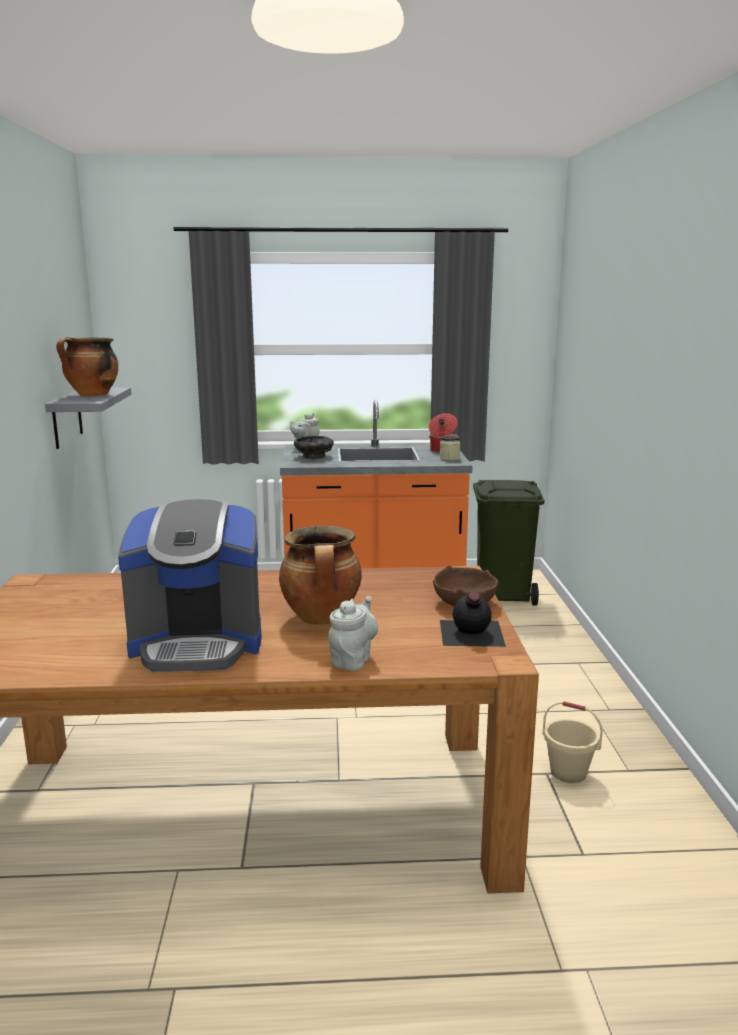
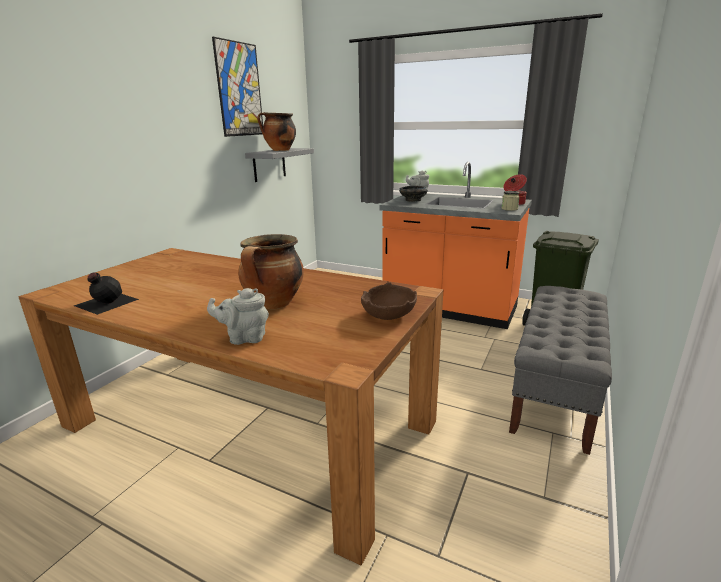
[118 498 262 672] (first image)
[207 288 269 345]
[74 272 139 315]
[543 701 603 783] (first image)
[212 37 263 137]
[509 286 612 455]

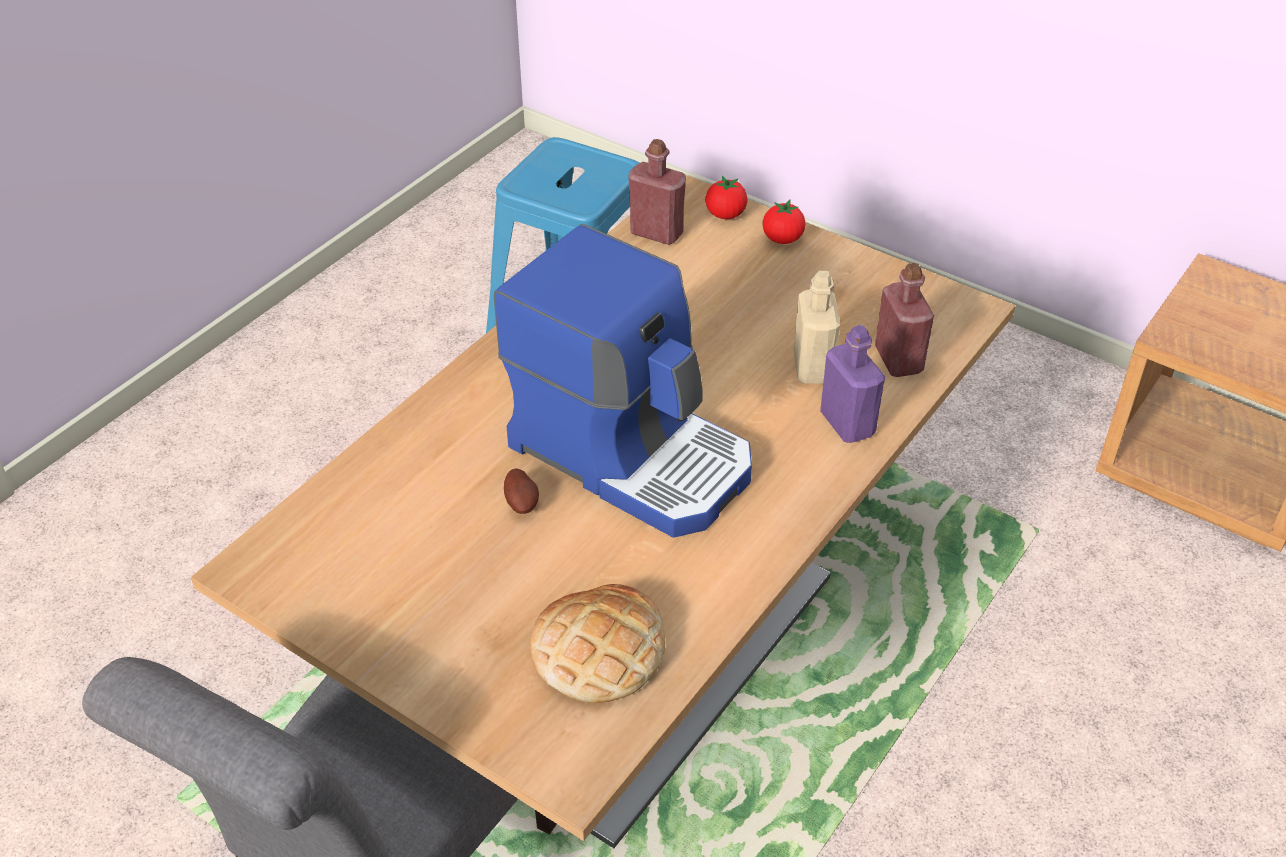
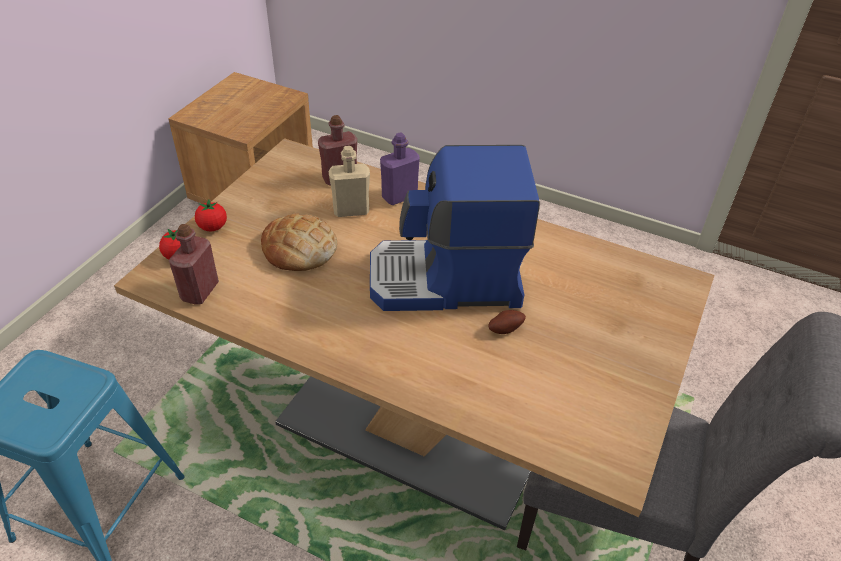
[370 145 540 311]
[261 213 337 271]

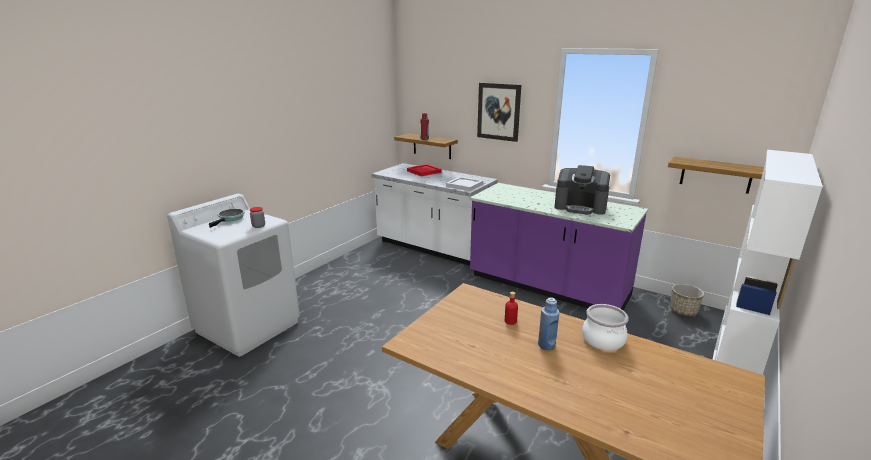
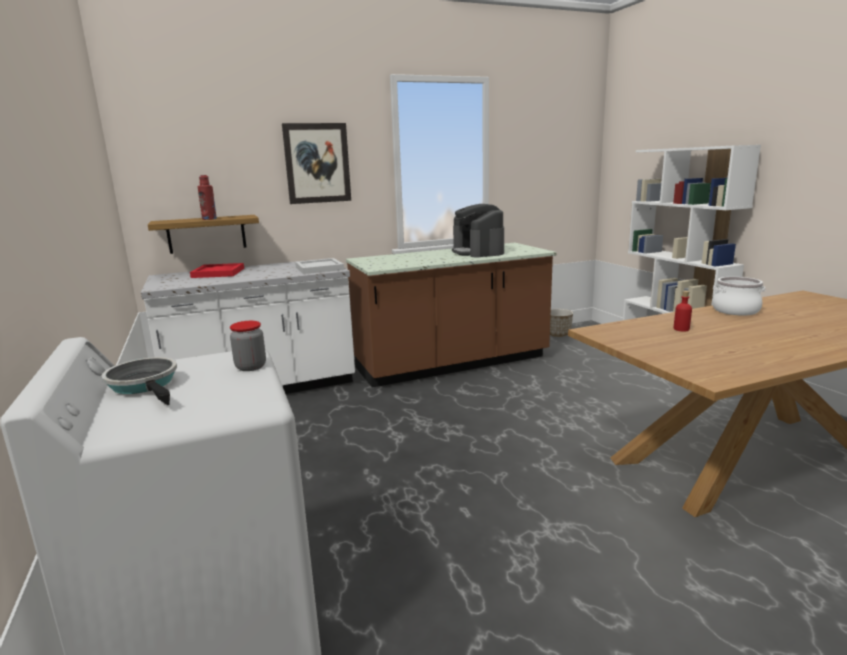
[346 243 557 388]
[538 297 559 350] (first image)
[452 204 504 257]
[668 157 764 194] (first image)

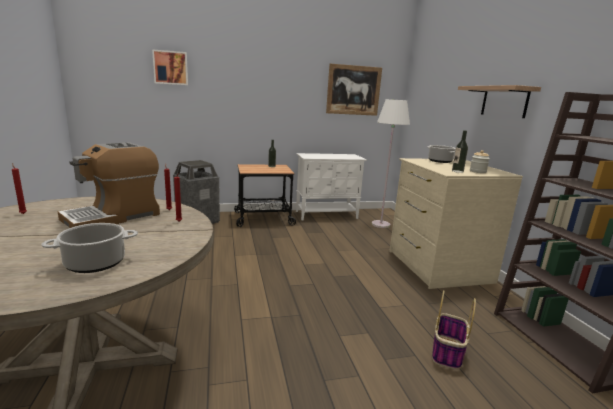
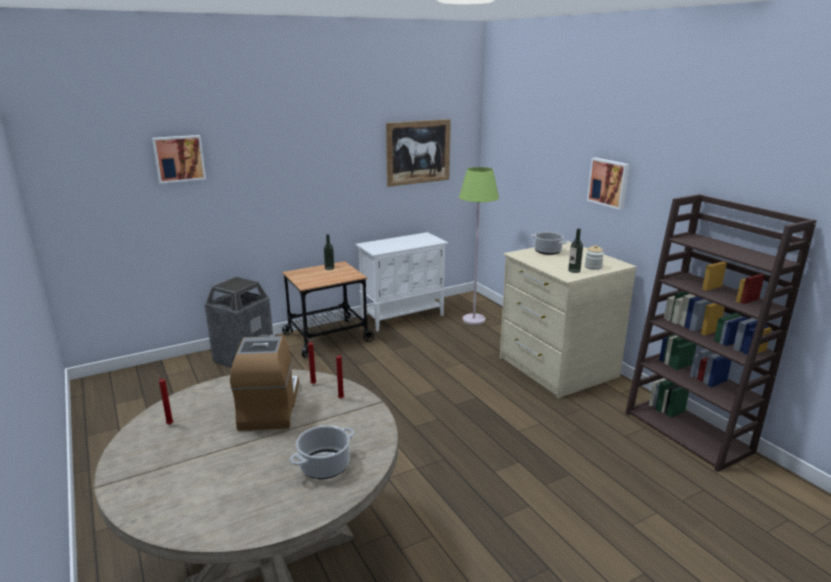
[230 334 299 431]
[459 167 499 325]
[432 290 476 369] (first image)
[587 157 630 210]

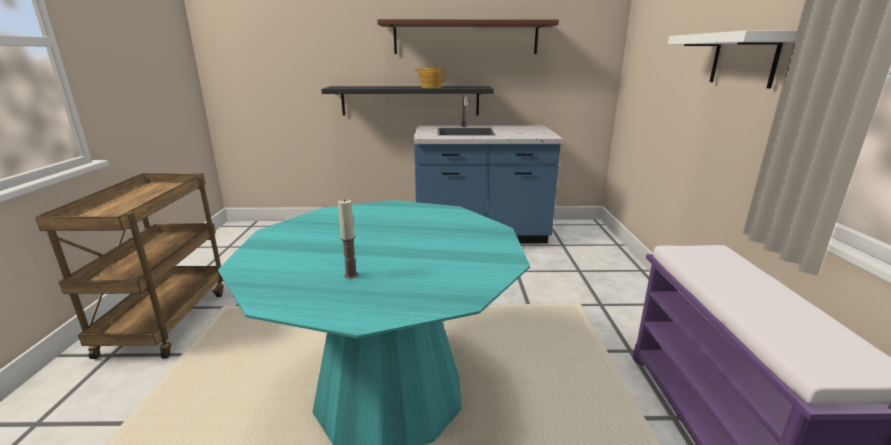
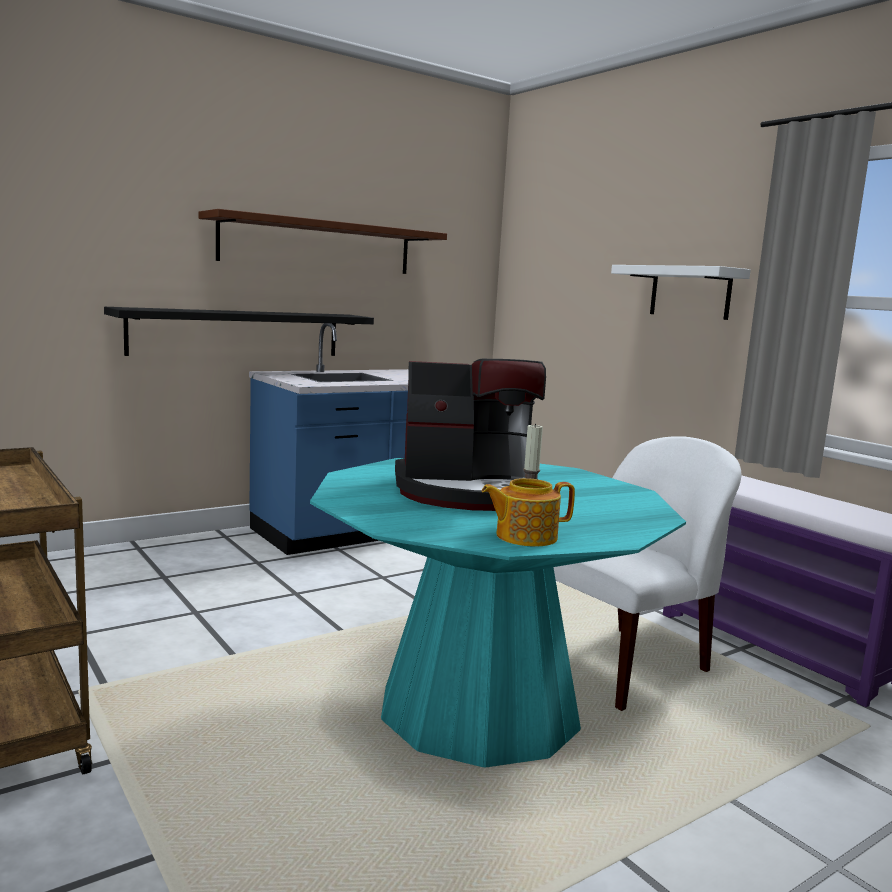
[482 478 575 547]
[395 359 546 511]
[554 436 741 711]

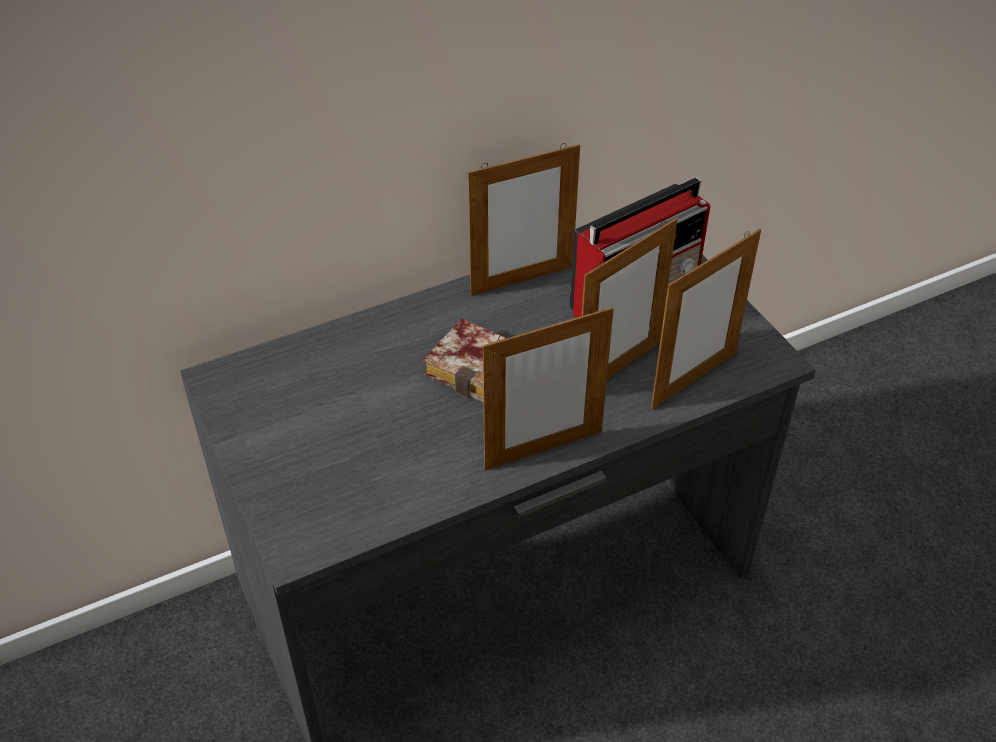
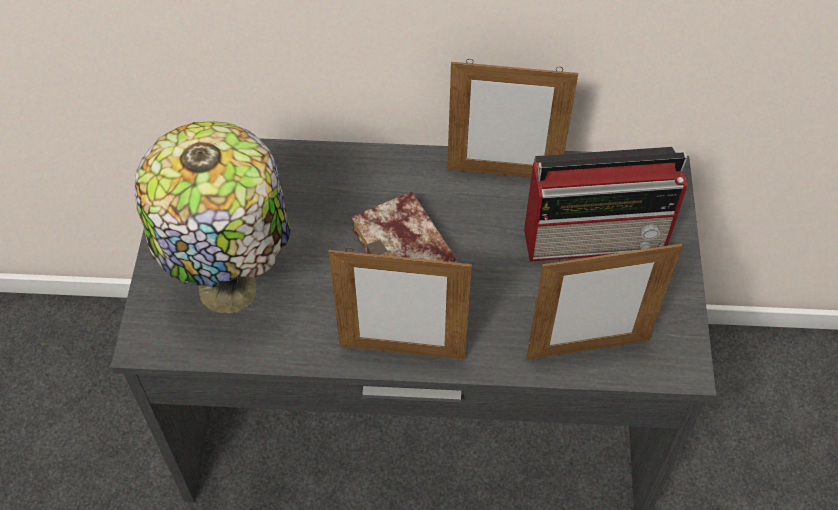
[581 218 678 379] (first image)
[134 121 290 314]

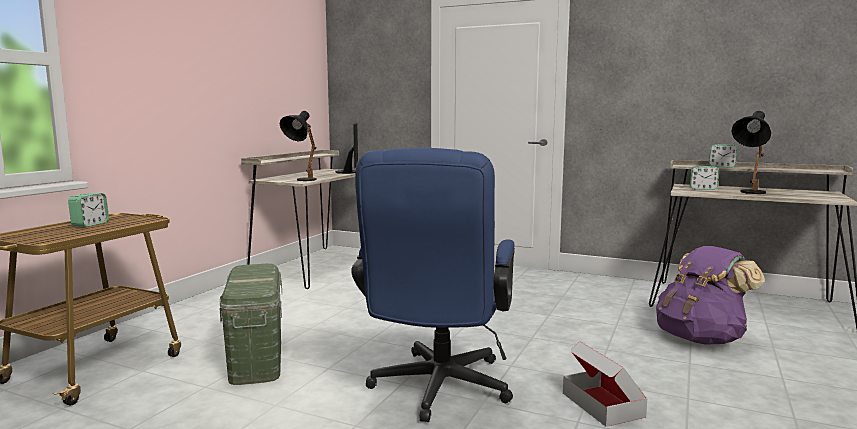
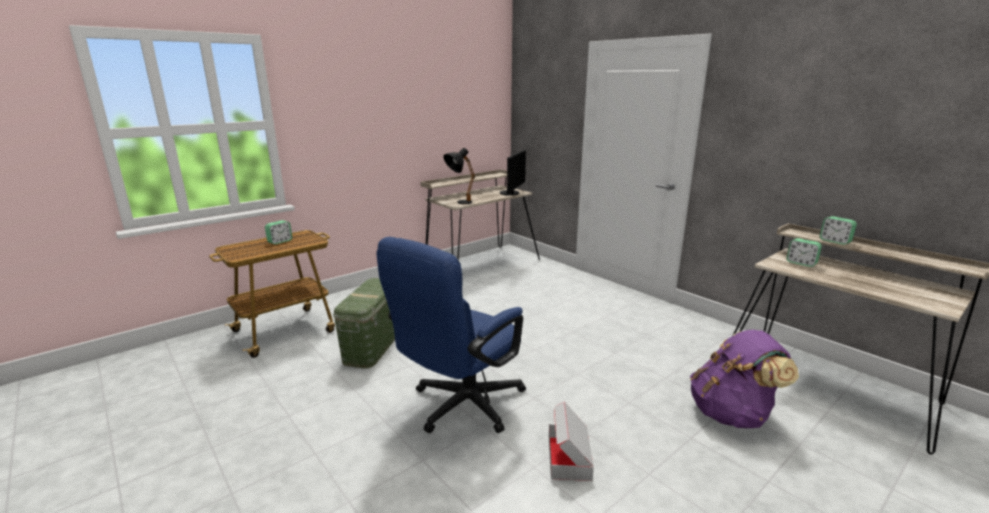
[731 111 771 194] (first image)

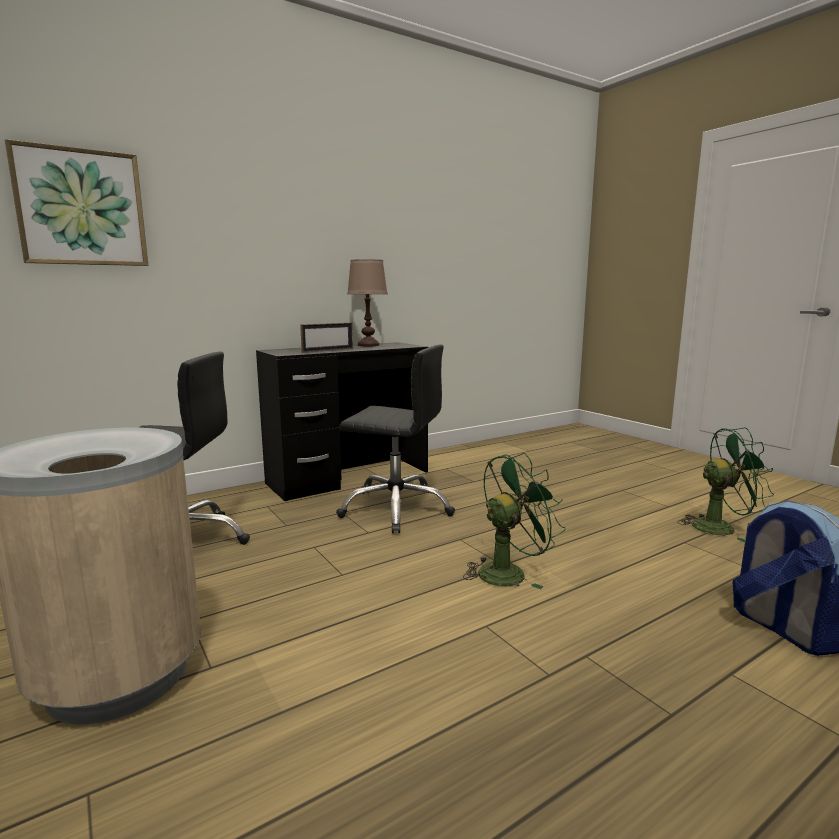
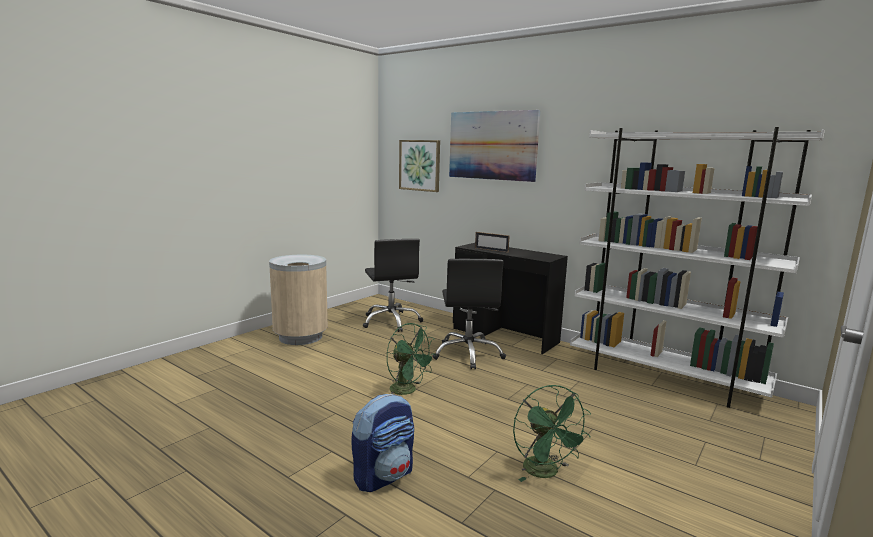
[347 259 388 346] (first image)
[449 110 540 182]
[570 127 824 408]

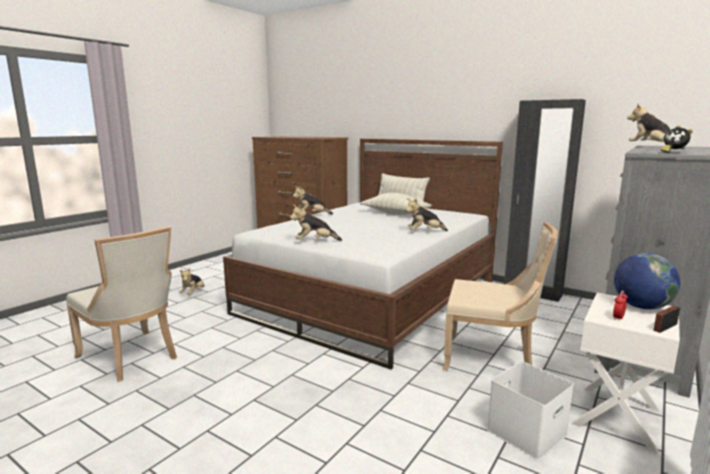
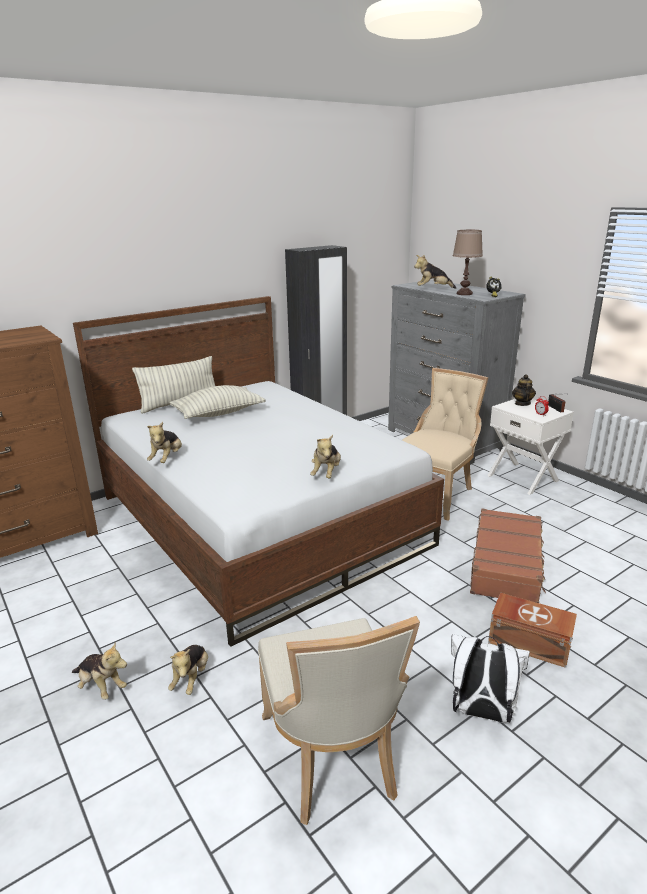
[258 616 420 825]
[168 645 208 695]
[487 361 574 460] (first image)
[512 374 536 406]
[451 634 530 722]
[453 230 483 295]
[470 508 546 603]
[488 593 577 668]

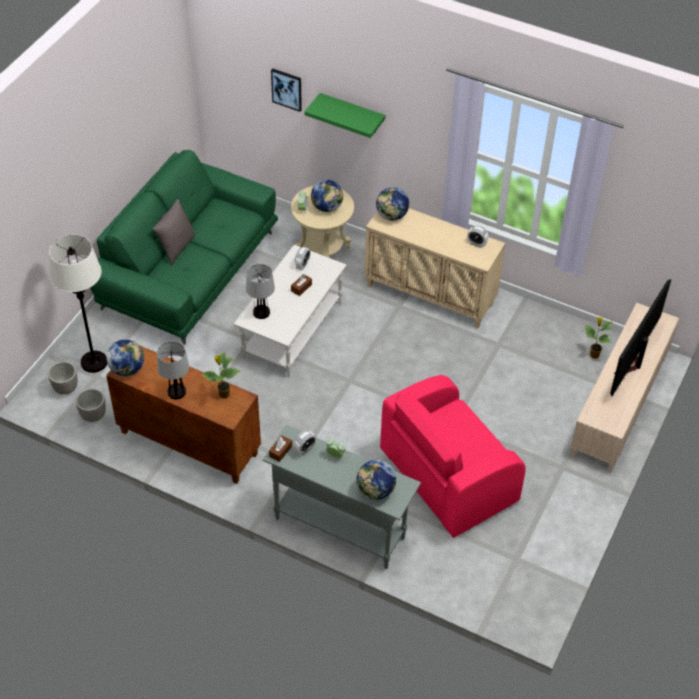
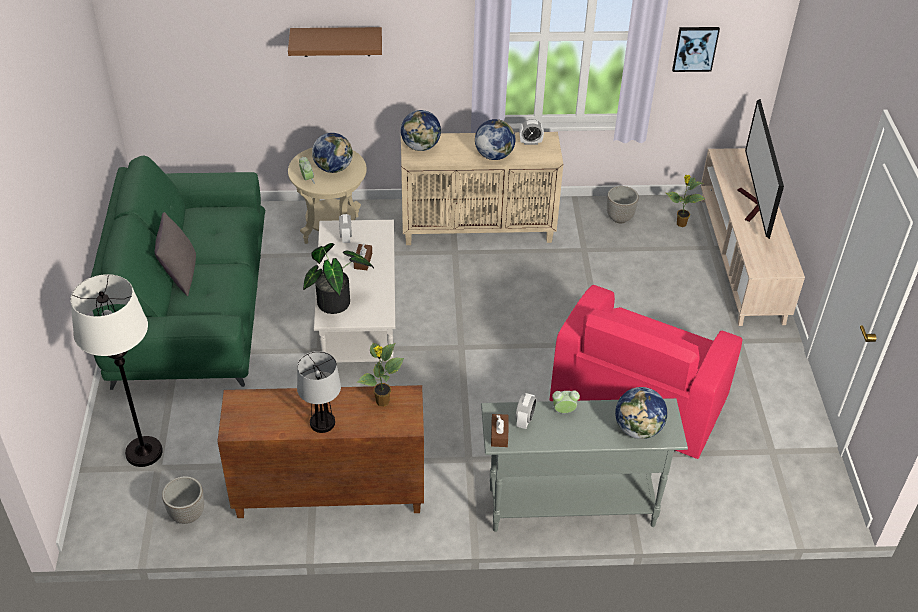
[607 186 639 223]
[475 119 515 160]
[303 243 374 314]
[672 27 720 72]
[288 27 382 57]

